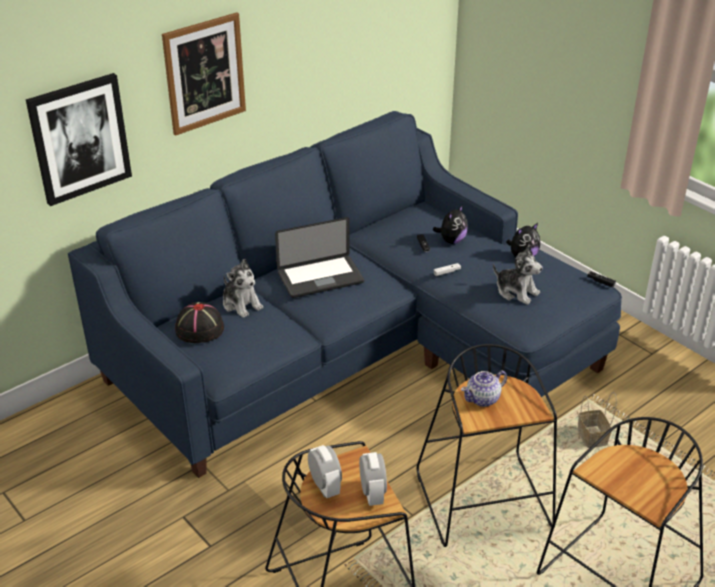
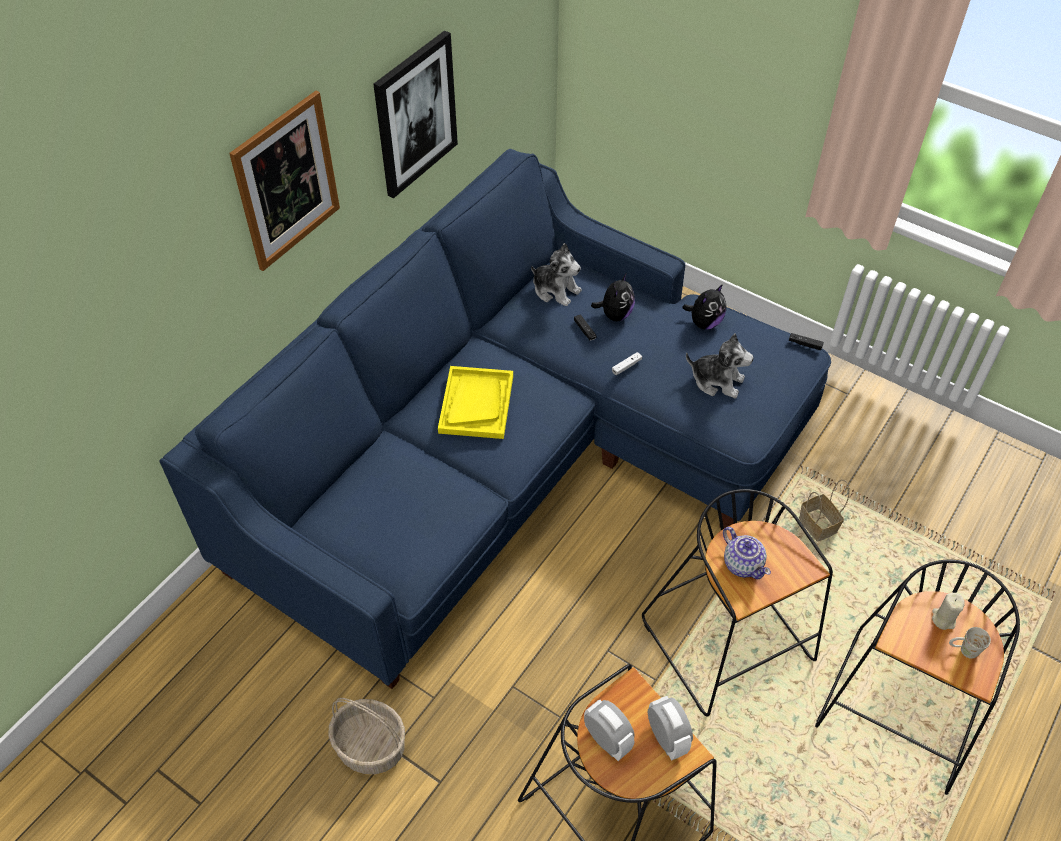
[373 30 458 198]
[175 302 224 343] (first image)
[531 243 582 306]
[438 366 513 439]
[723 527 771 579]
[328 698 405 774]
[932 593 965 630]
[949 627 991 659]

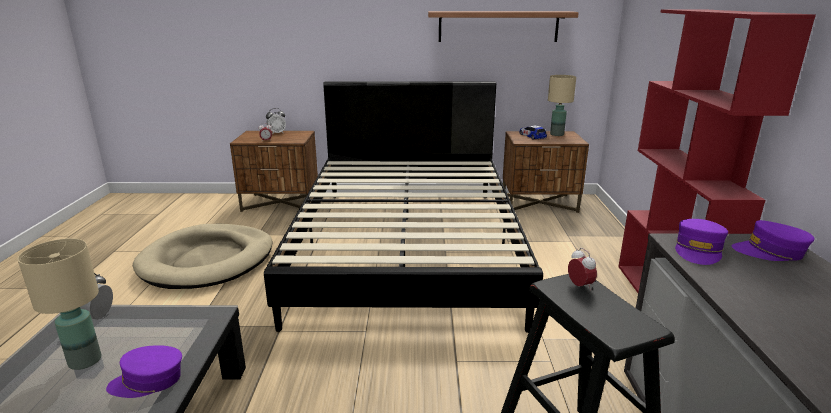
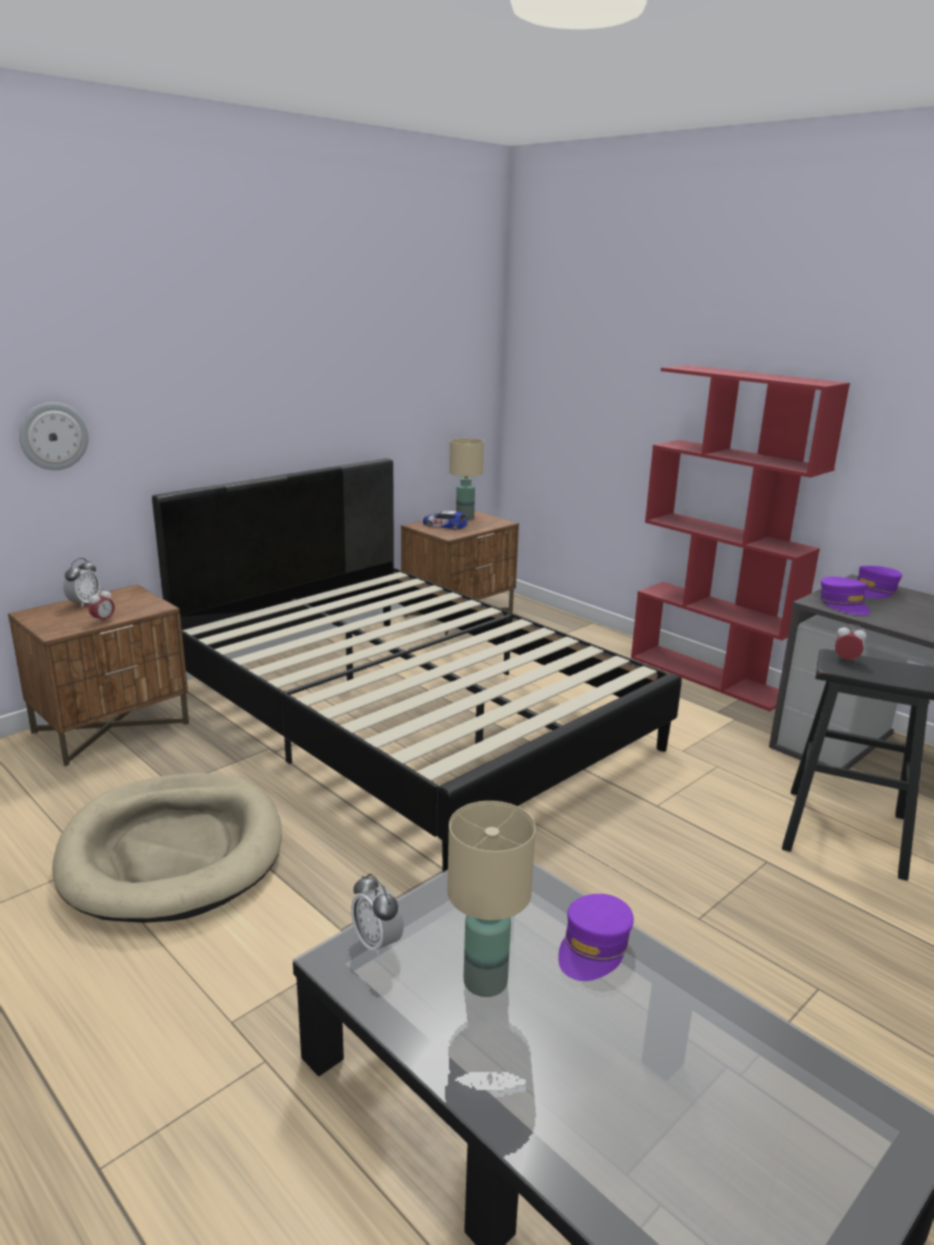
[428 11 579 42] (first image)
[19 402 89 470]

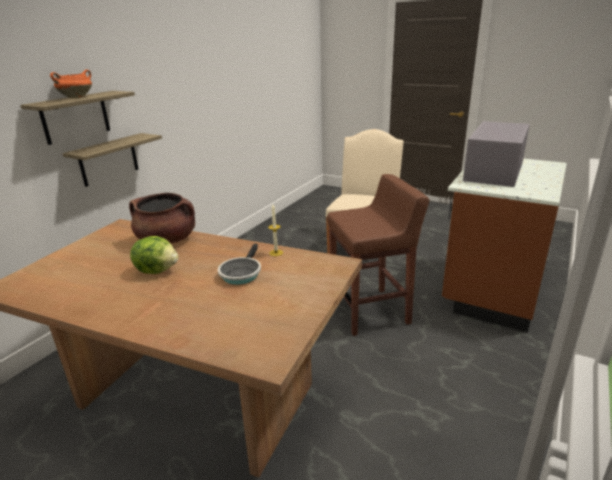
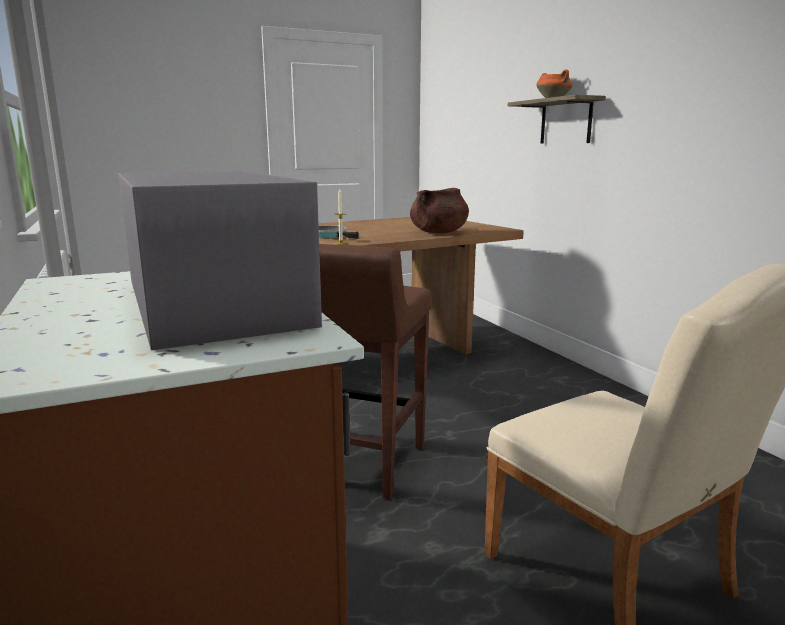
[62 133 162 187] (first image)
[130 236 178 274] (first image)

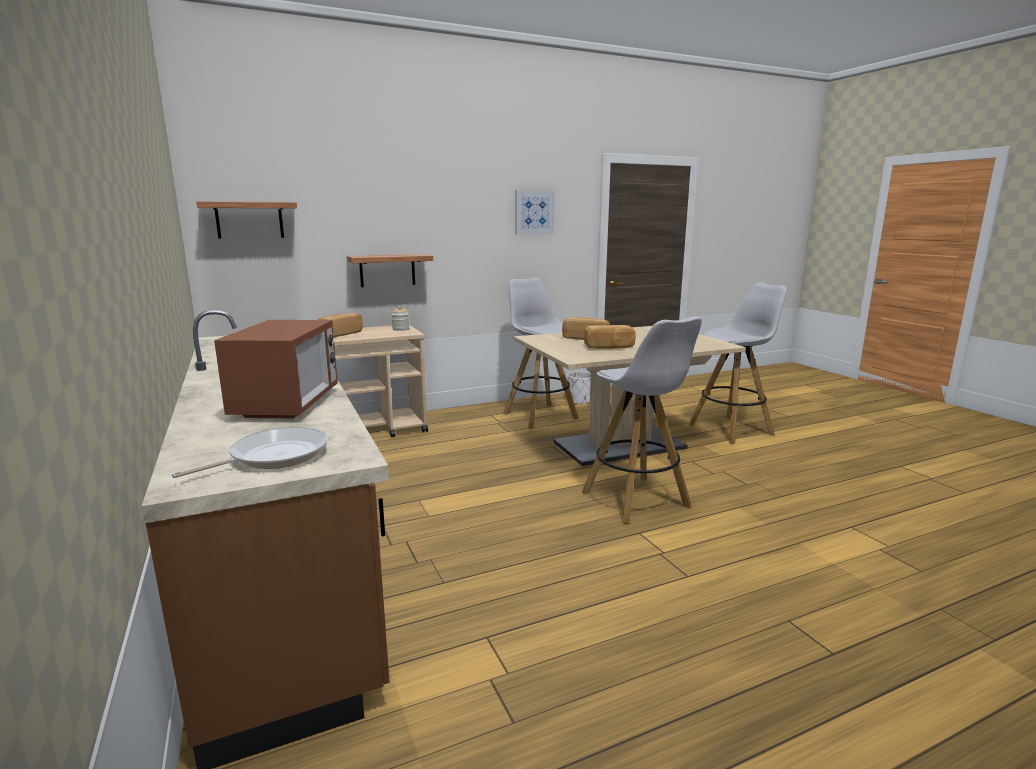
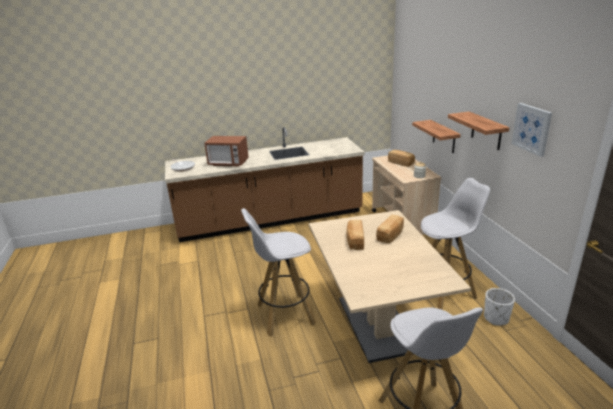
[448 112 510 150]

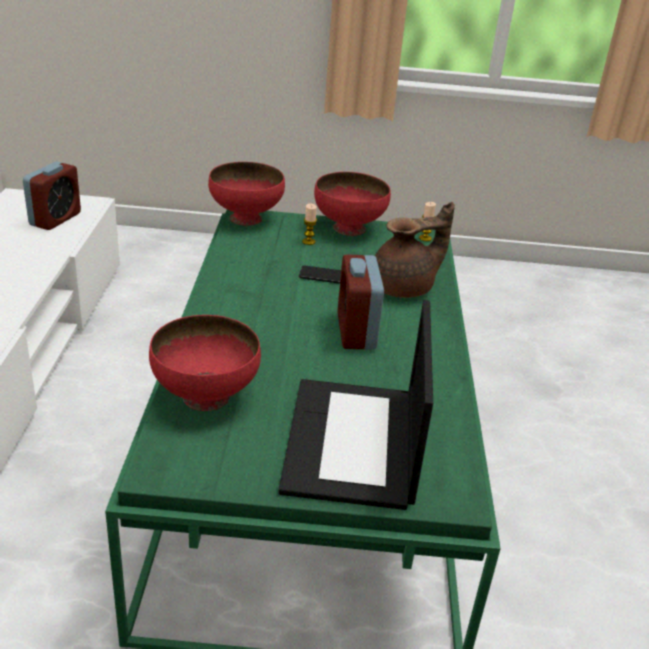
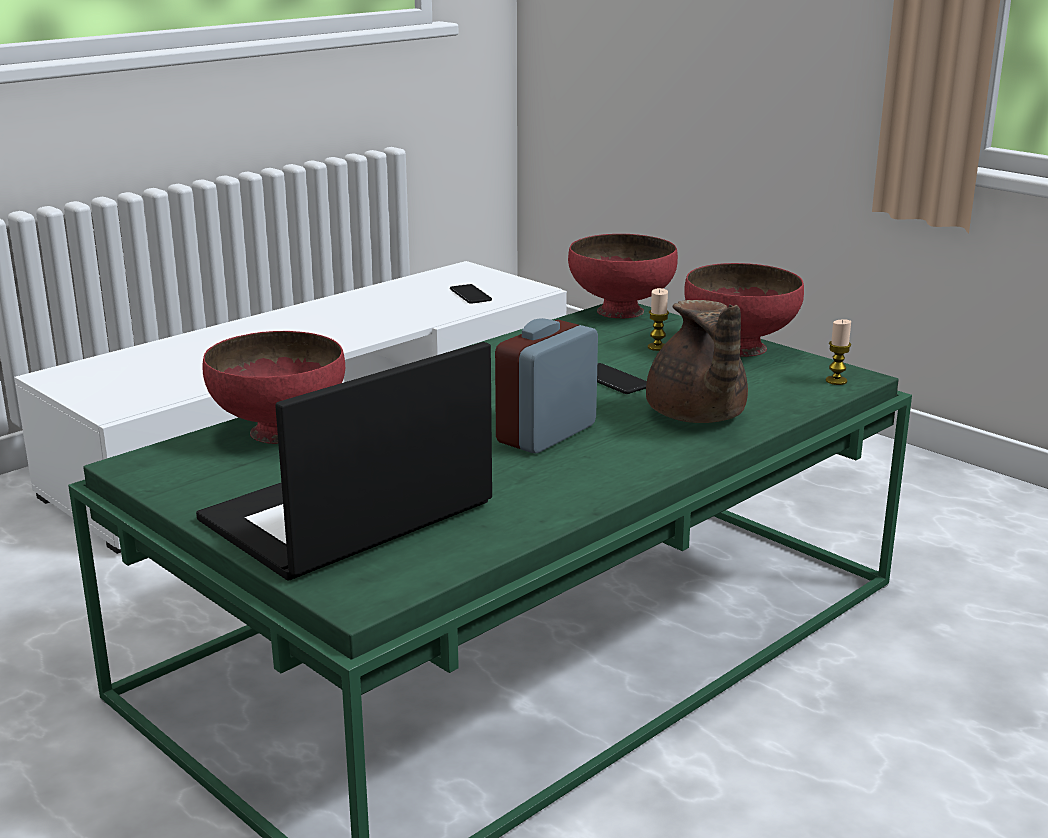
[450 284 492 304]
[646 300 748 423]

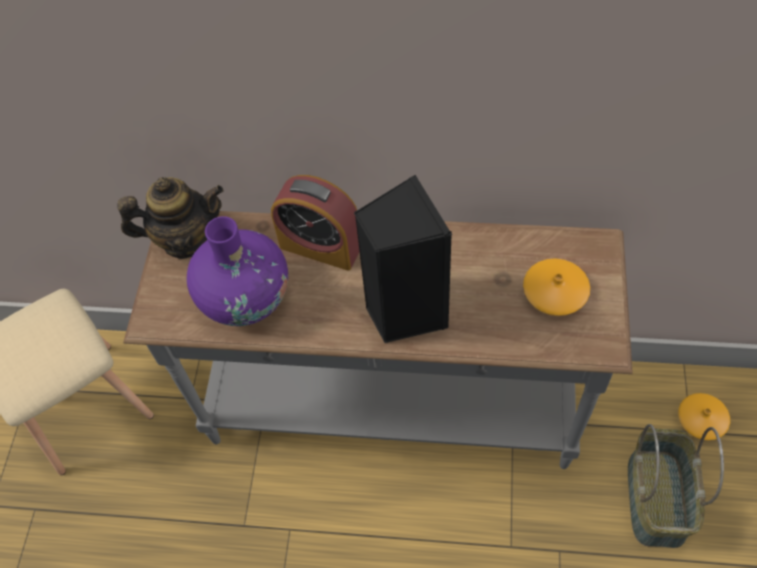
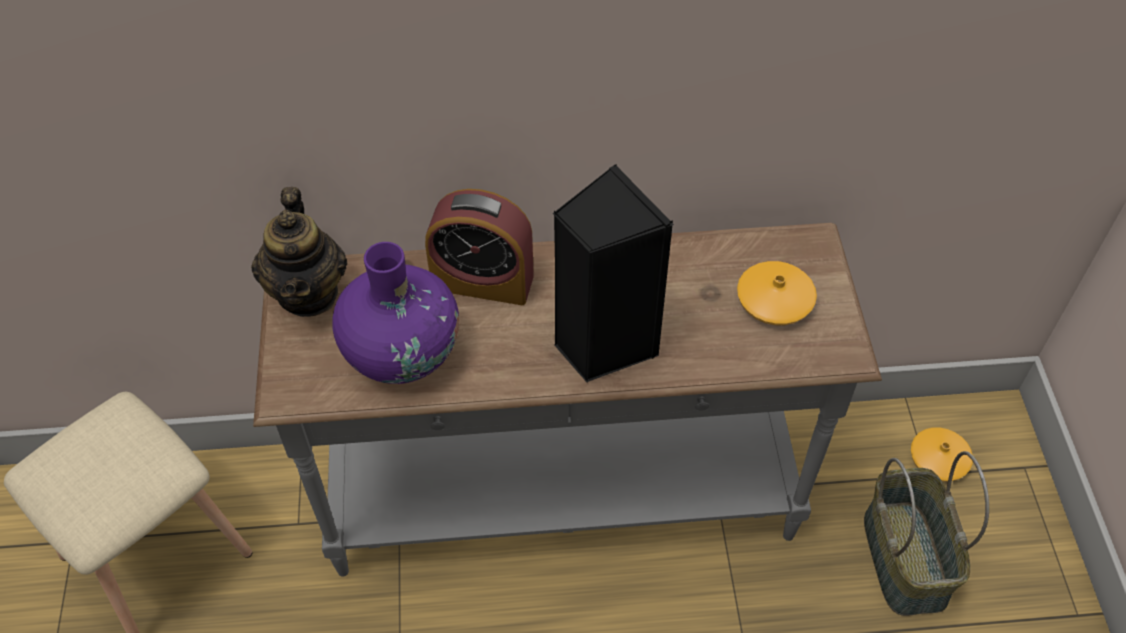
[251 187 347 317]

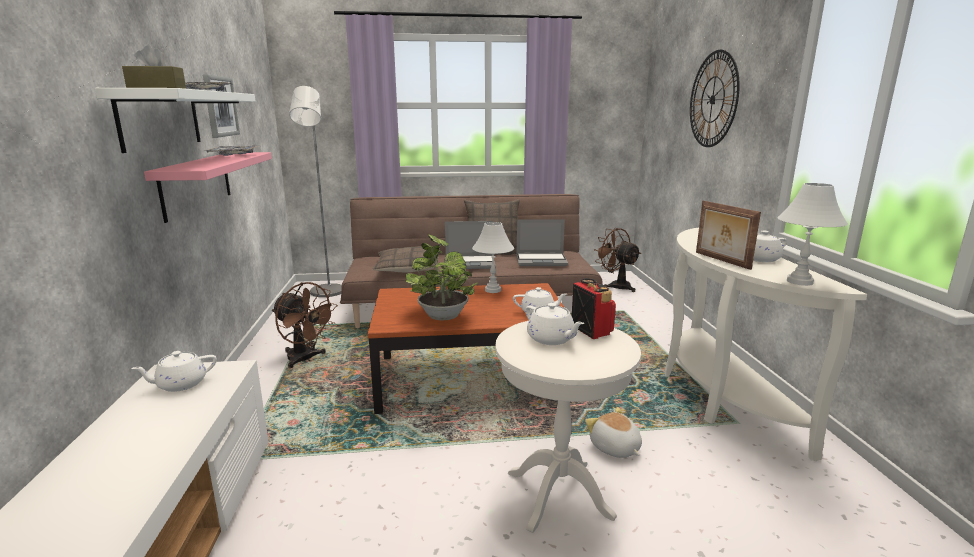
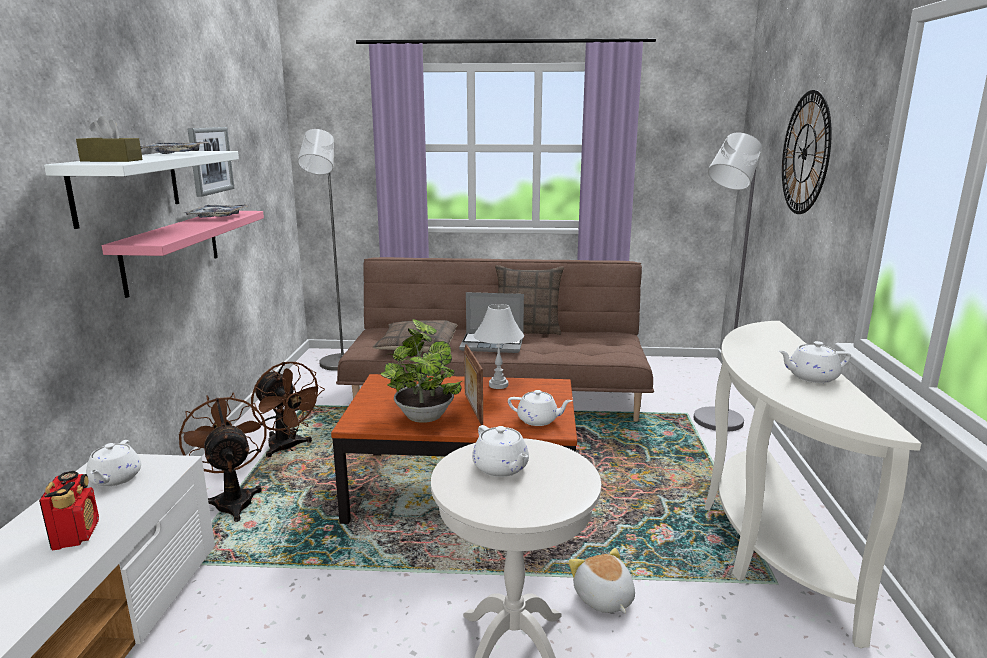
[86 440 141 487]
[516 219 568 266] (first image)
[39 471 99 550]
[179 392 267 522]
[464 344 483 425]
[777 183 848 286] (first image)
[694 133 762 431]

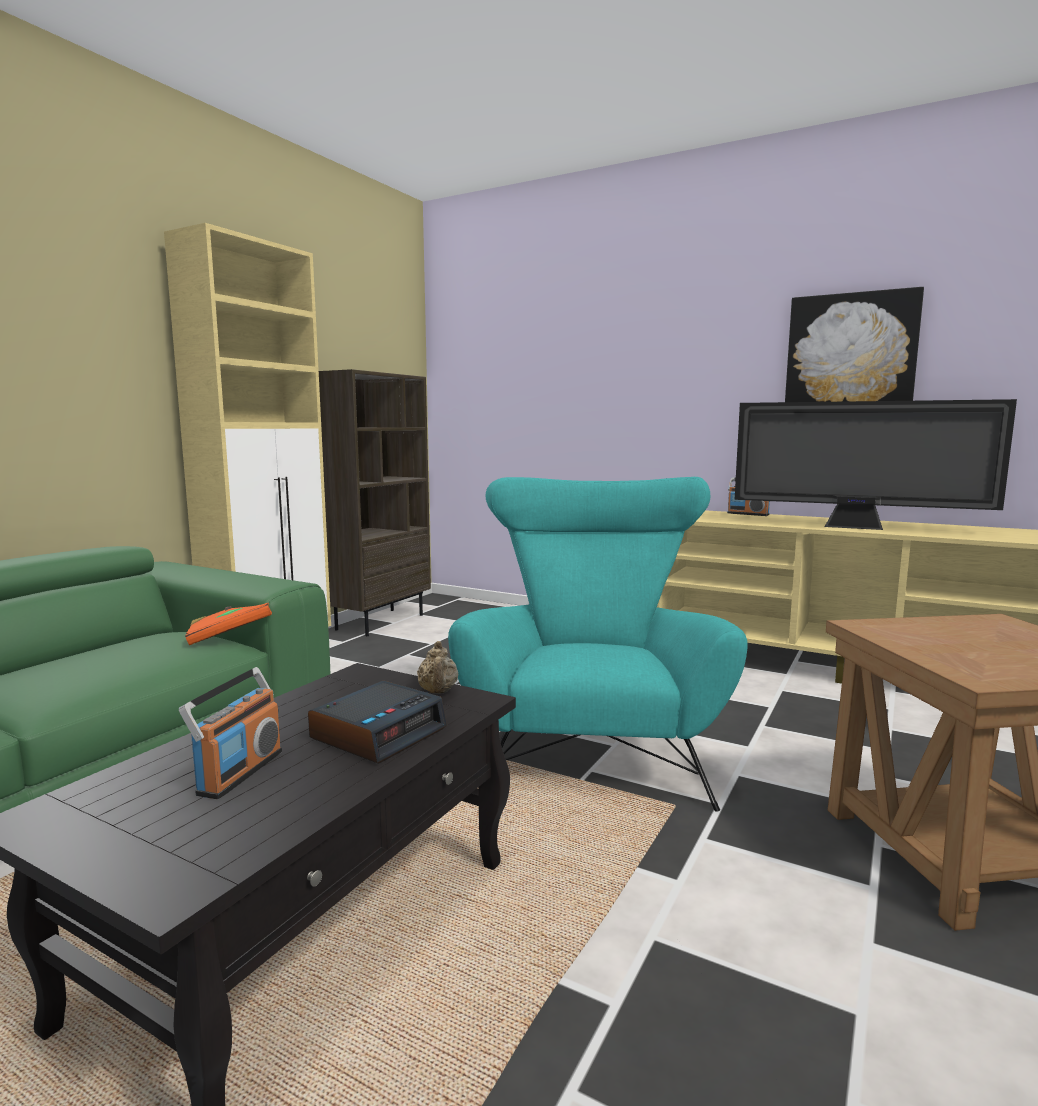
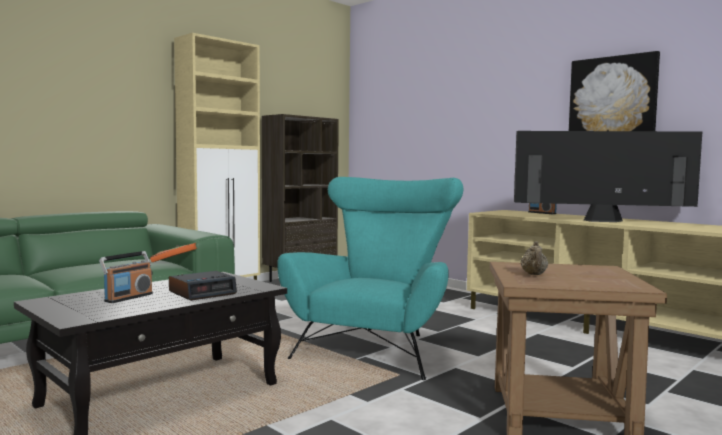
[521 241 548 275]
[514 131 702 222]

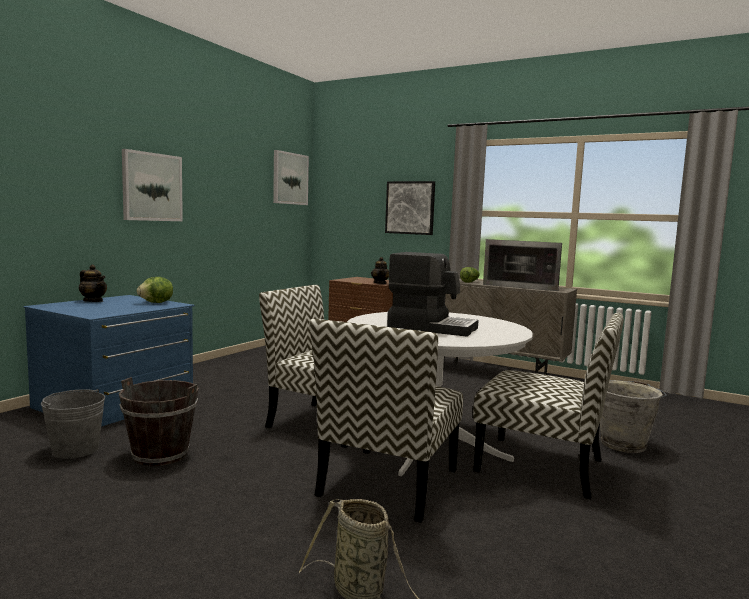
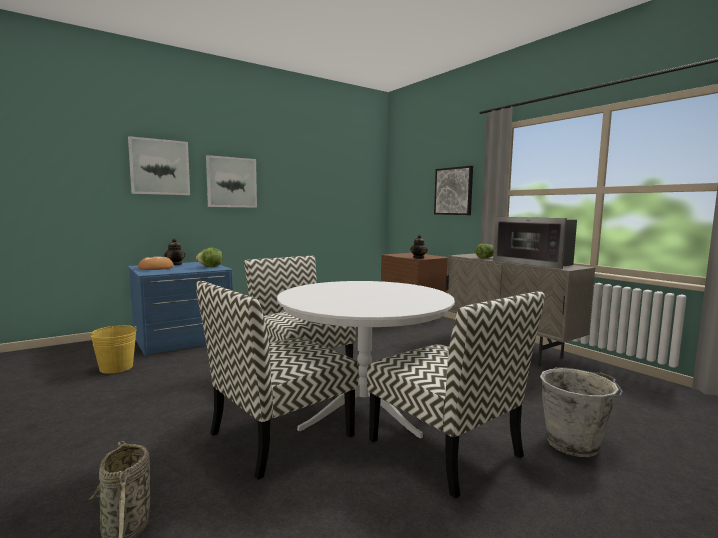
[90 325 137 374]
[119 377 199 466] (first image)
[128 136 190 195]
[387 252 478 337] (first image)
[138 256 174 270]

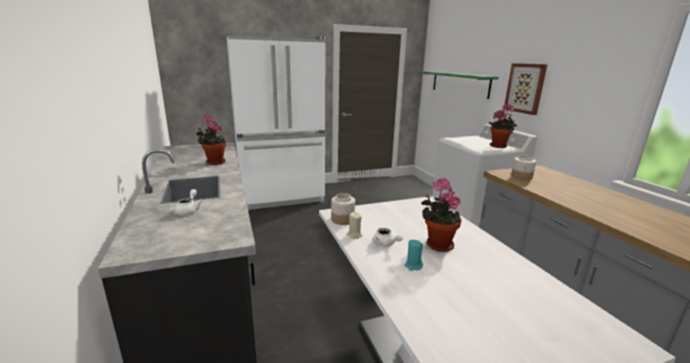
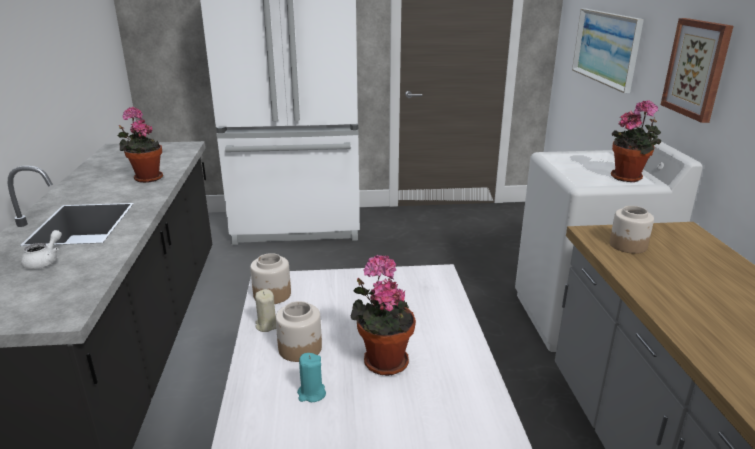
[276 301 322 362]
[572 9 644 93]

